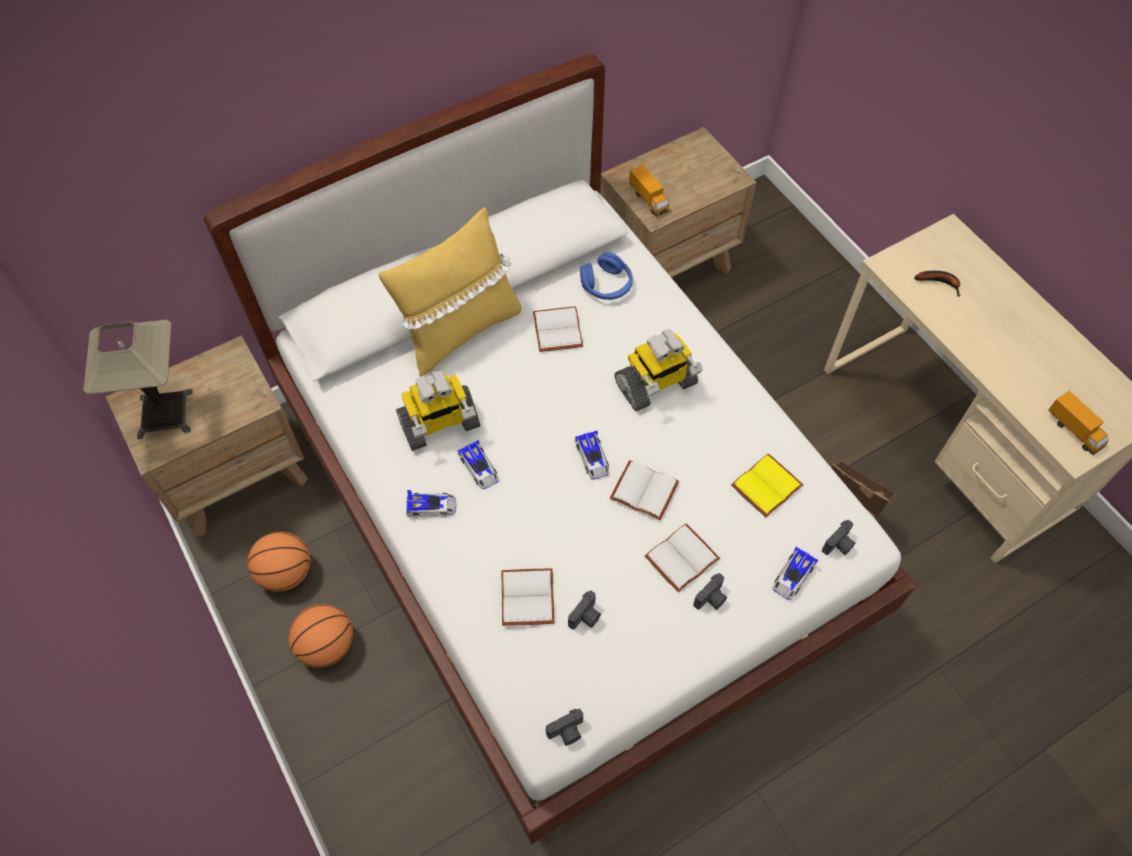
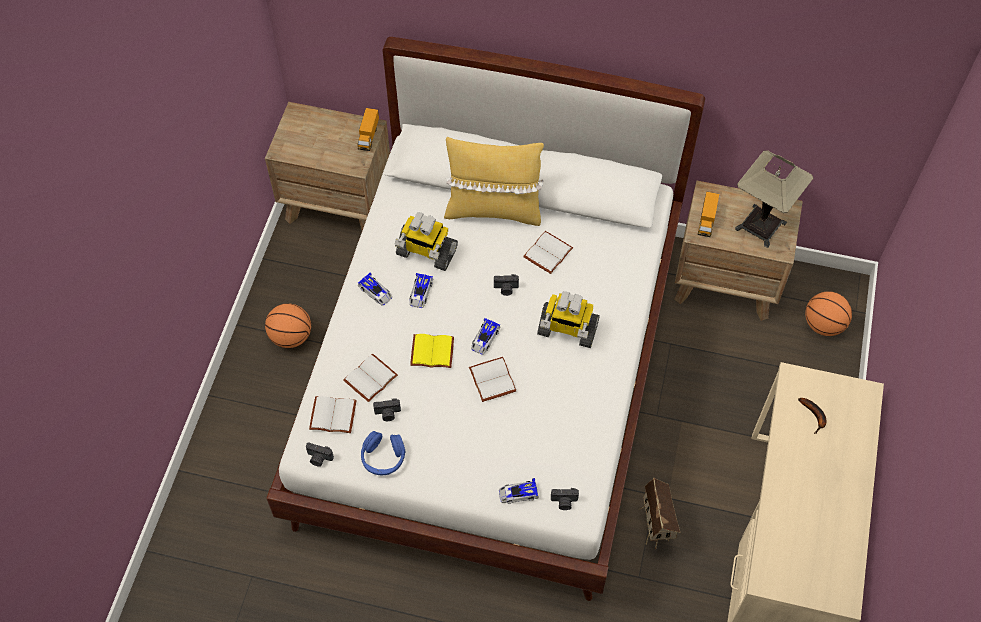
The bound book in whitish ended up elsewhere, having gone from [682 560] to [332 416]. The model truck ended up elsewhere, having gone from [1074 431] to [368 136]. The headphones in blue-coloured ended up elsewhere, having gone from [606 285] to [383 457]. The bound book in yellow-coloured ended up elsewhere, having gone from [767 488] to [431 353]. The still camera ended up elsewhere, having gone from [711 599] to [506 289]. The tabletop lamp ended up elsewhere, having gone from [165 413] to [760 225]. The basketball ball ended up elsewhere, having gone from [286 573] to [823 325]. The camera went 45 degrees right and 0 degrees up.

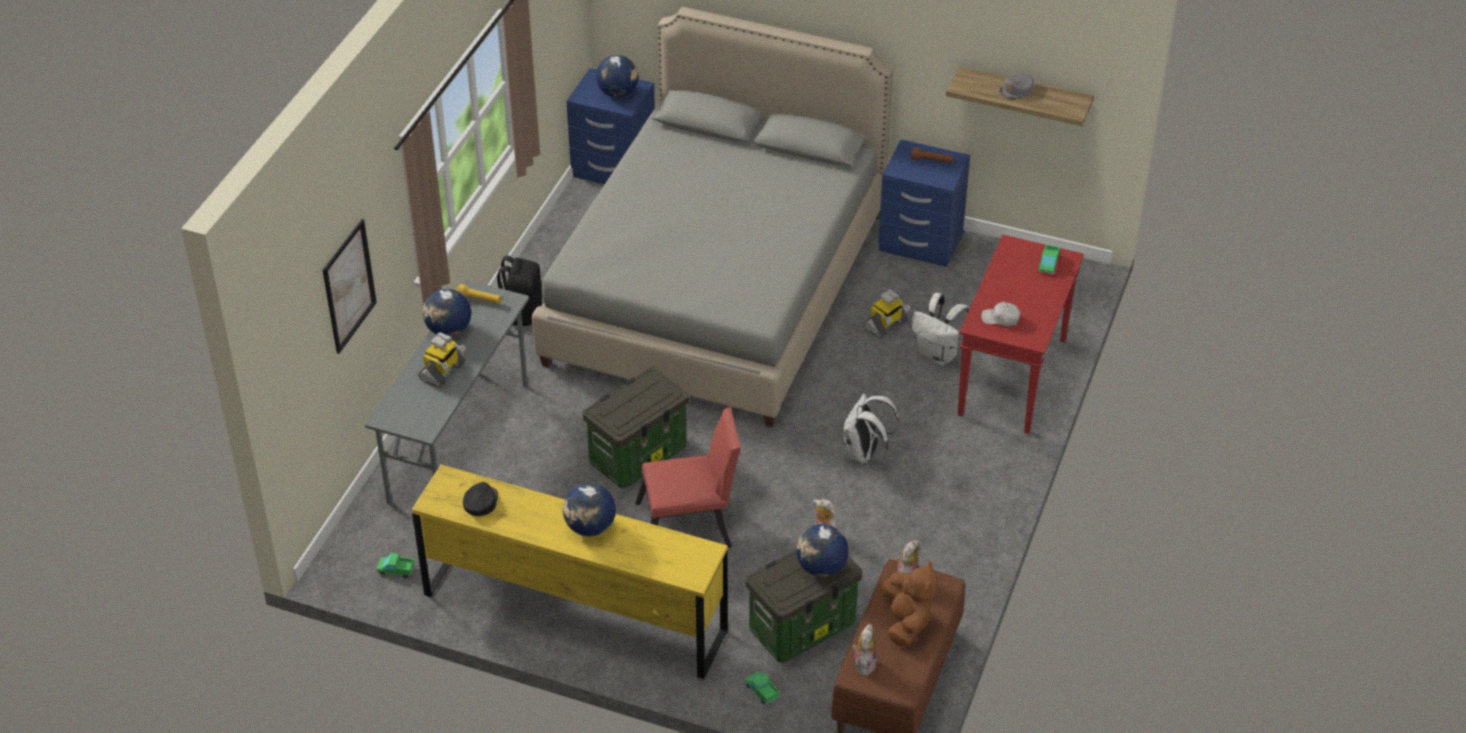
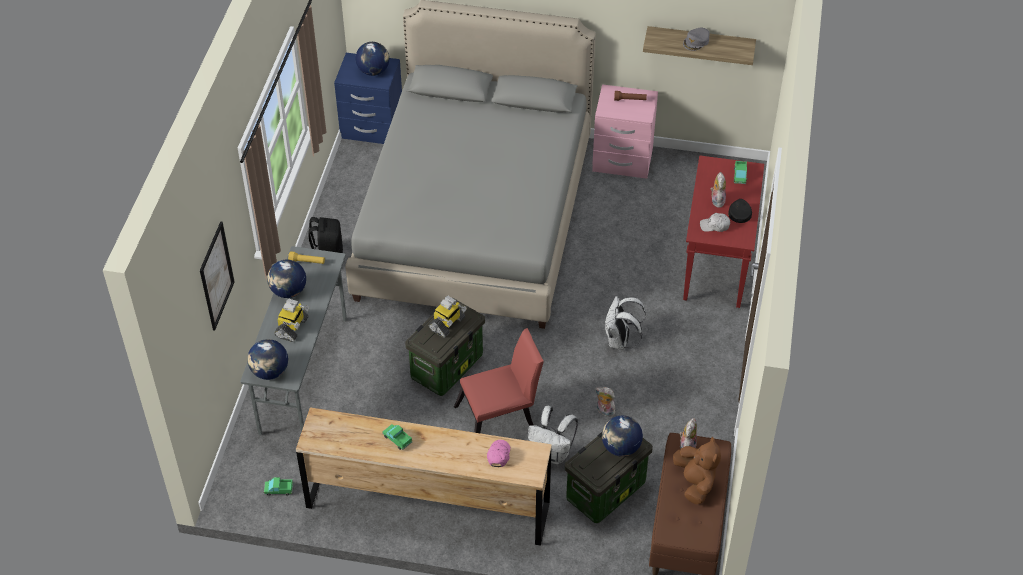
The globe ended up elsewhere, having gone from [590 527] to [270 372]. What was the chest of drawers in yellow-coloured at [575 612] turned into the chest of drawers in brown at [428 504]. The model truck ended up elsewhere, having gone from [762 691] to [397 439]. The toy robot ended up elsewhere, having gone from [885 325] to [447 324]. The second view gained the cap in pinkish at [498 455]. The knapsack in whitish ended up elsewhere, having gone from [939 355] to [553 453]. What was the night table in blue-coloured at [920 243] turned into the night table in pinkish at [622 161]. The soft toy ended up elsewhere, having gone from [864 663] to [716 200]. The cap in black ended up elsewhere, having gone from [480 502] to [739 213]. The camera went 10 degrees left and 5 degrees up.

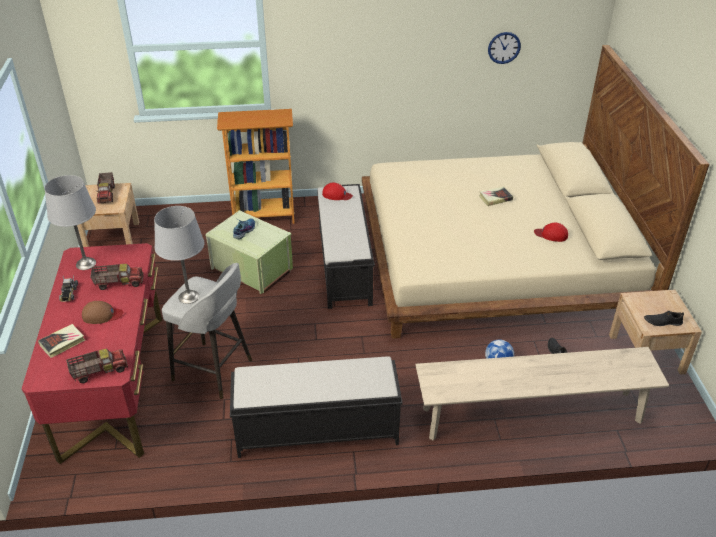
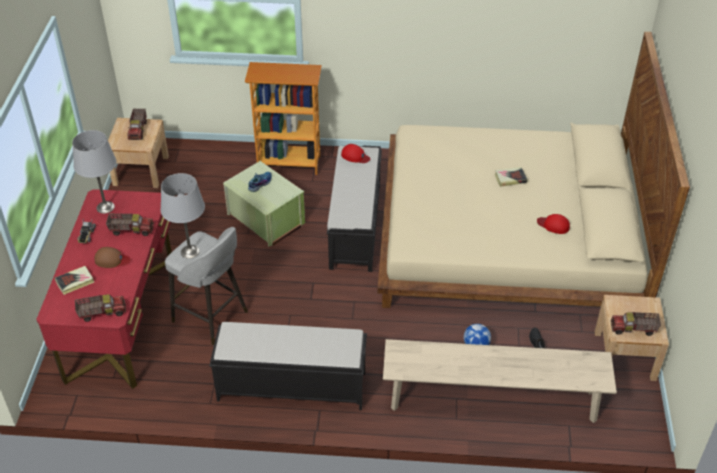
Where the low shoe in black stood at [662 322], the model truck came to stand at [633 329]. The second view lost the wall clock at [504 47]. The camera went 10 degrees right and 5 degrees up.

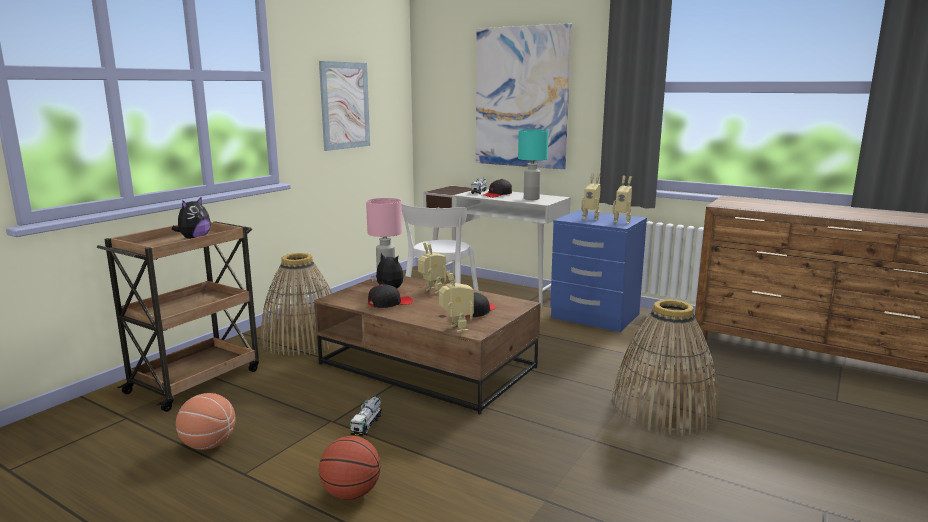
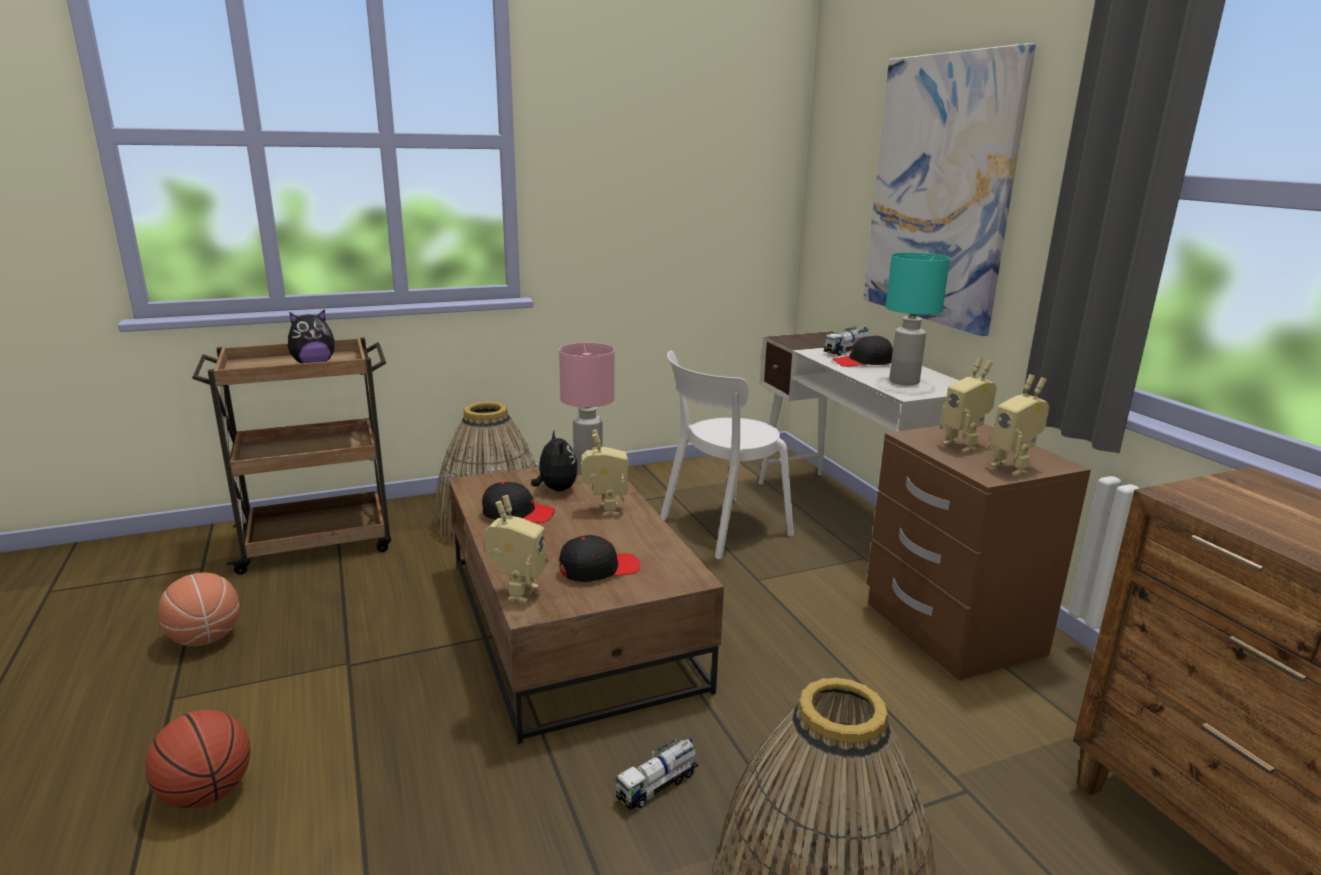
The model truck ended up elsewhere, having gone from [367 424] to [657 785]. What was the night table in blue-coloured at [594 317] turned into the night table in brown at [950 629]. The second view lost the wall picture at [345 105]. The camera went 35 degrees right and 5 degrees up.

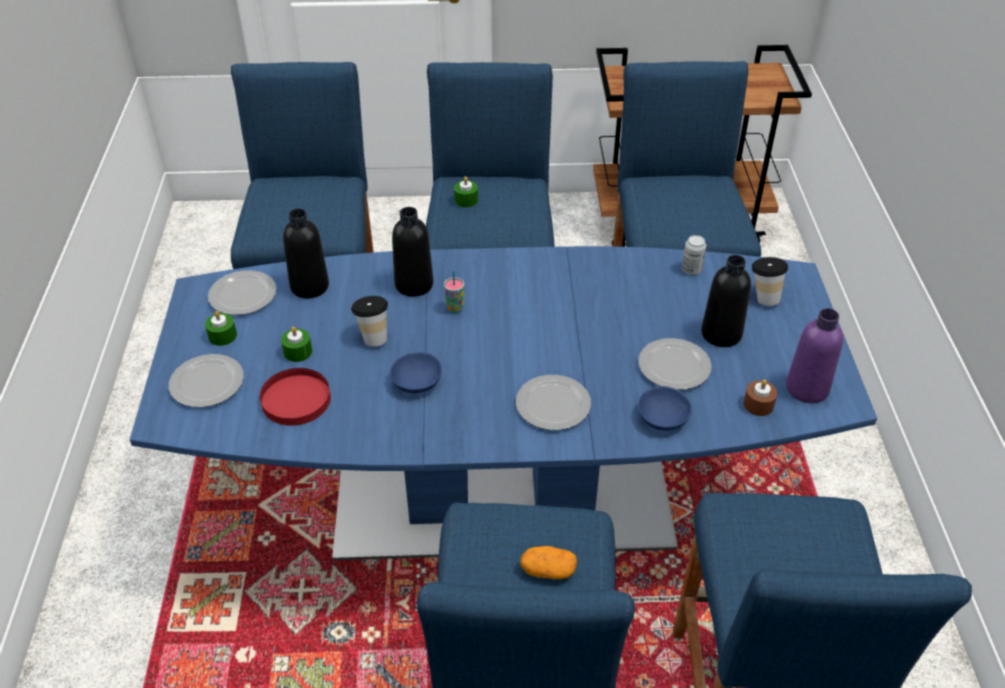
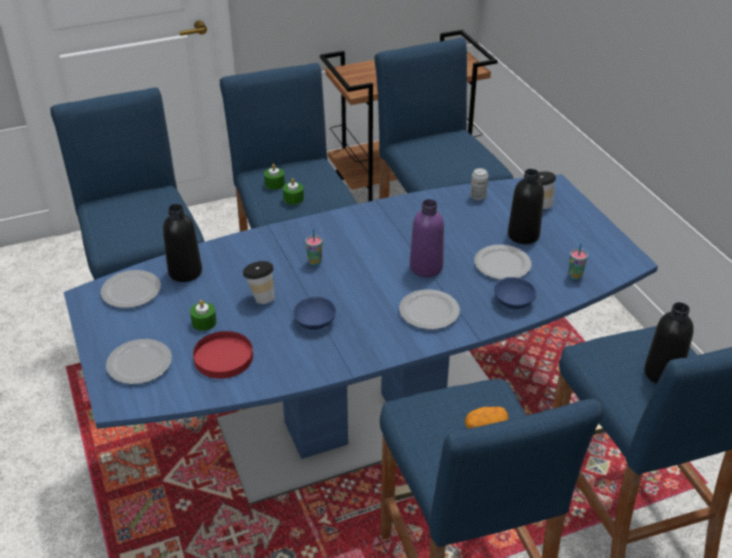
The wax light in greenish ended up elsewhere, having gone from [222 336] to [293 199]. The drink bottle in purple ended up elsewhere, having gone from [807 388] to [426 267]. Where the wax light in brown stood at [758 404], the small cup came to stand at [575 276]. The drink bottle in black ended up elsewhere, having gone from [414 284] to [662 373]. The camera went 20 degrees left and 5 degrees down.

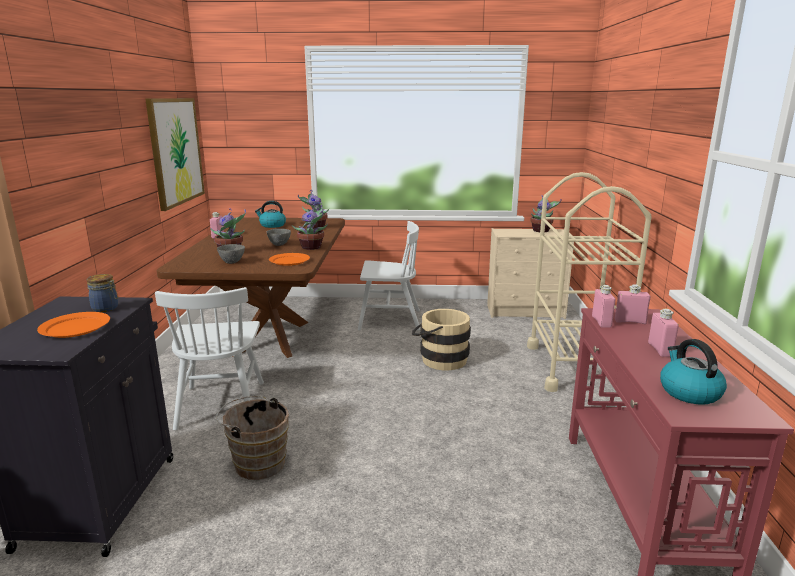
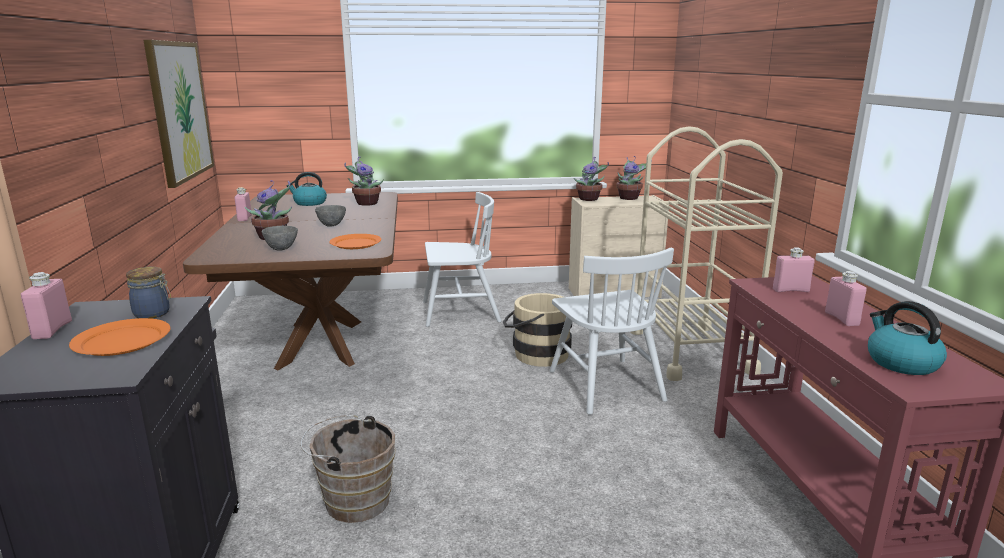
The drink bottle in pinkish ended up elsewhere, having gone from [601 322] to [52 330]. The chair in whitish ended up elsewhere, having gone from [221 404] to [605 385]. The plant in a pot ended up elsewhere, having gone from [312 247] to [589 199]. The camera went 10 degrees left and 0 degrees up.

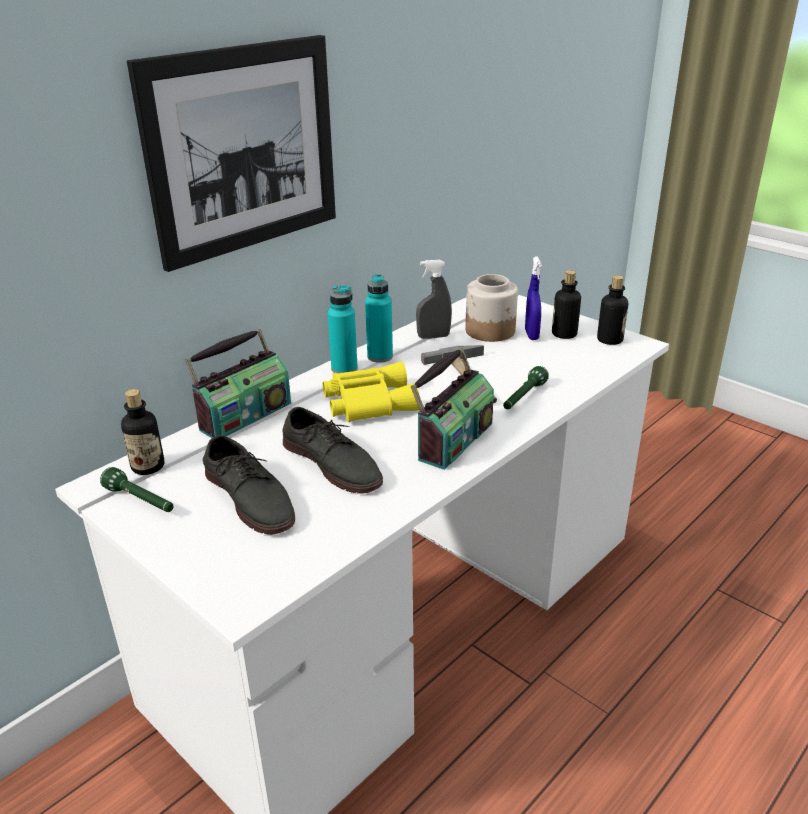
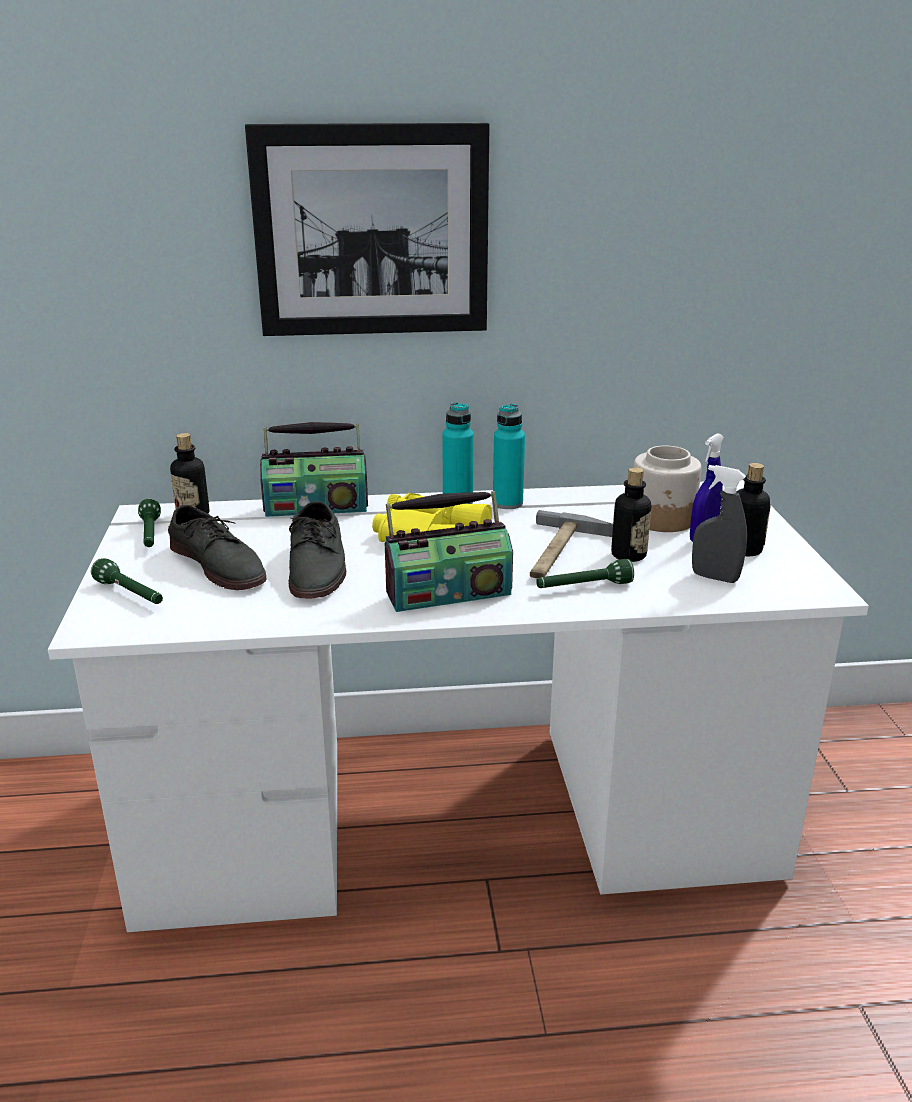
The second view gained the flashlight in greenish at [131 595]. The low shoe in grey at [251 497] ended up facing another way, 45 degrees counterclockwise from before. The drink bottle ended up elsewhere, having gone from [609 340] to [628 555]. The spray bottle in grey ended up elsewhere, having gone from [433 336] to [715 577]. The camera went 40 degrees right and 5 degrees down.

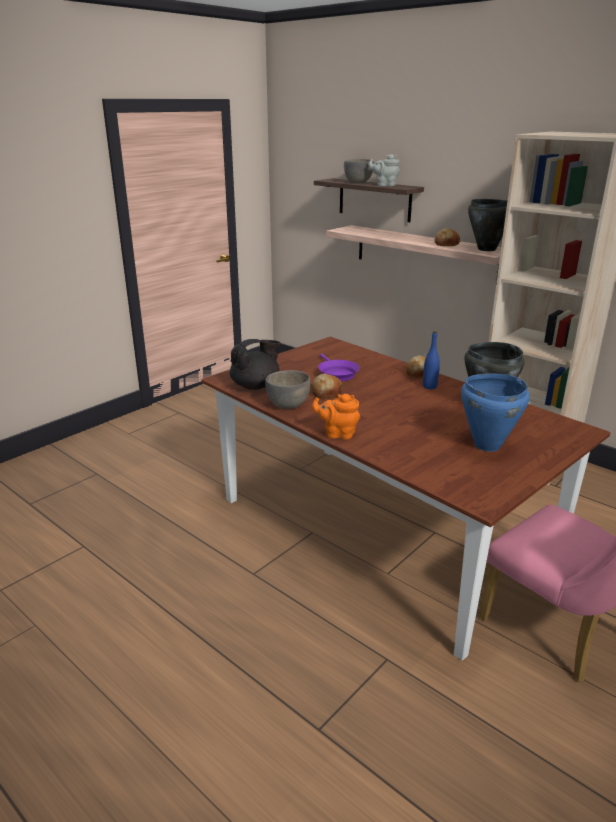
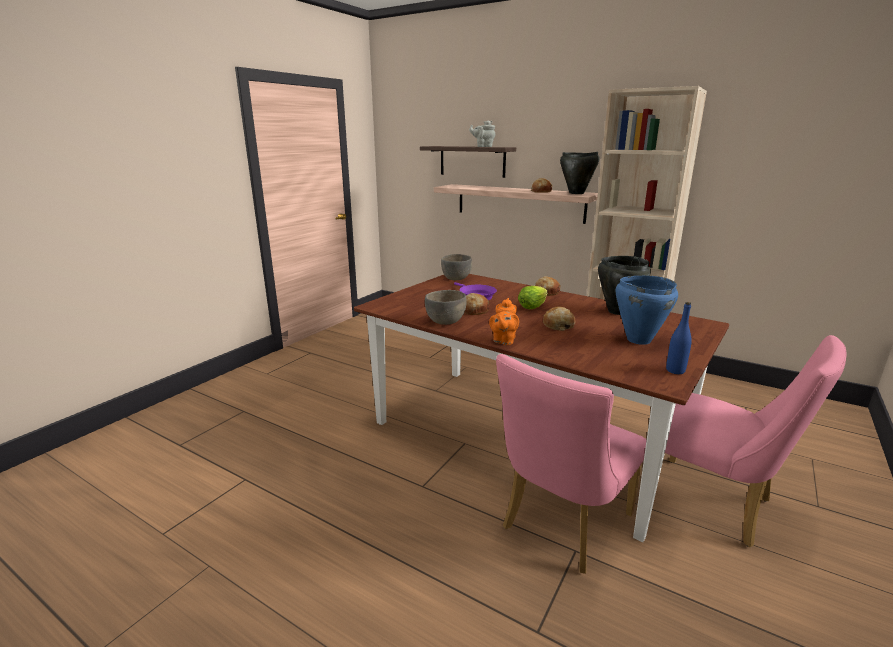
The serving bowl in grey ended up elsewhere, having gone from [358 182] to [456 279]. The pot for tea in orangey at [337 434] ended up facing another way, 75 degrees counterclockwise from before. The second view gained the chair in pinkish at [561 526]. The second view gained the lettuce at [534 305]. The second view gained the bread at [558 325]. The drink bottle in blue-coloured ended up elsewhere, having gone from [429 386] to [675 370]. The second view lost the pot for tea in black at [256 386]. The camera went 10 degrees left and 5 degrees down.

